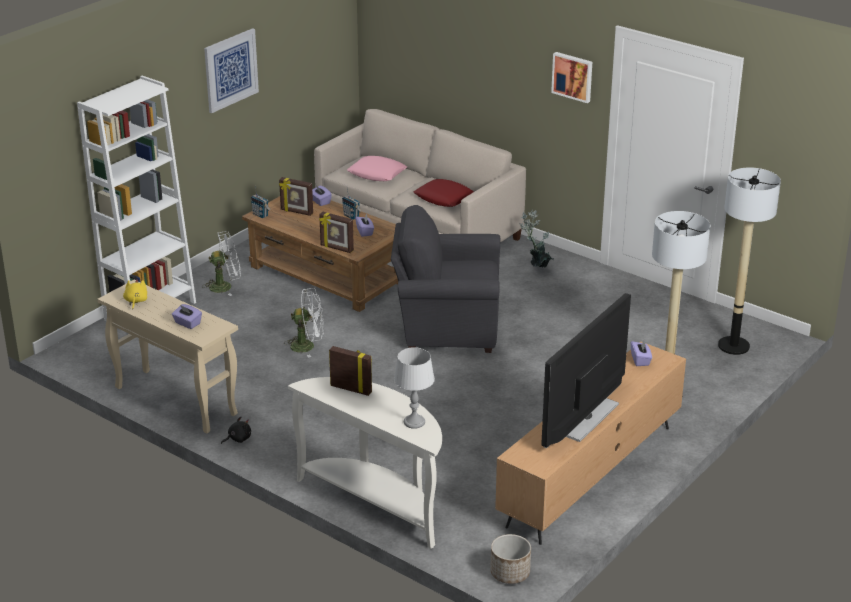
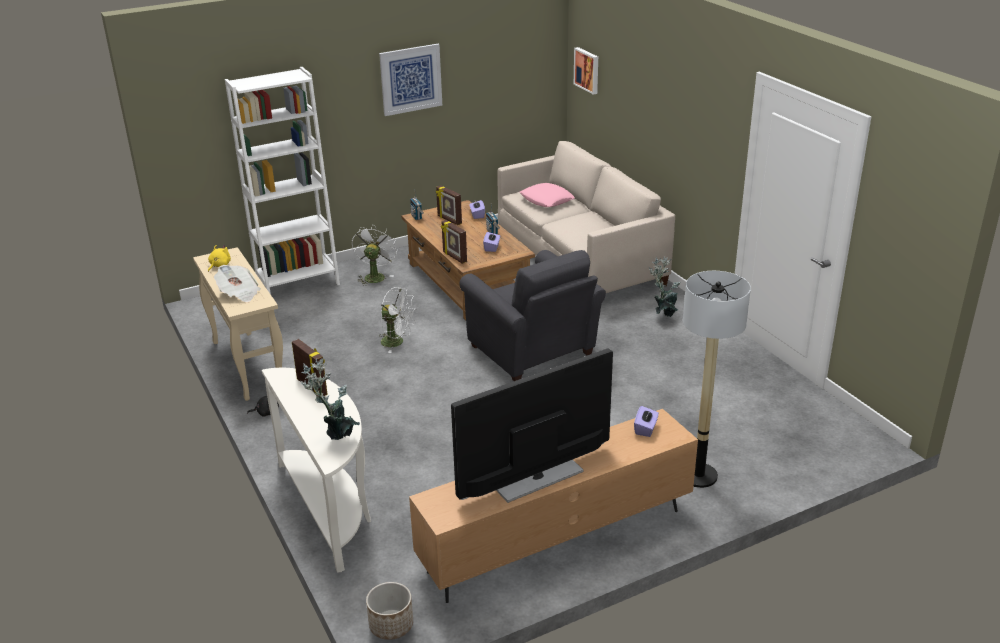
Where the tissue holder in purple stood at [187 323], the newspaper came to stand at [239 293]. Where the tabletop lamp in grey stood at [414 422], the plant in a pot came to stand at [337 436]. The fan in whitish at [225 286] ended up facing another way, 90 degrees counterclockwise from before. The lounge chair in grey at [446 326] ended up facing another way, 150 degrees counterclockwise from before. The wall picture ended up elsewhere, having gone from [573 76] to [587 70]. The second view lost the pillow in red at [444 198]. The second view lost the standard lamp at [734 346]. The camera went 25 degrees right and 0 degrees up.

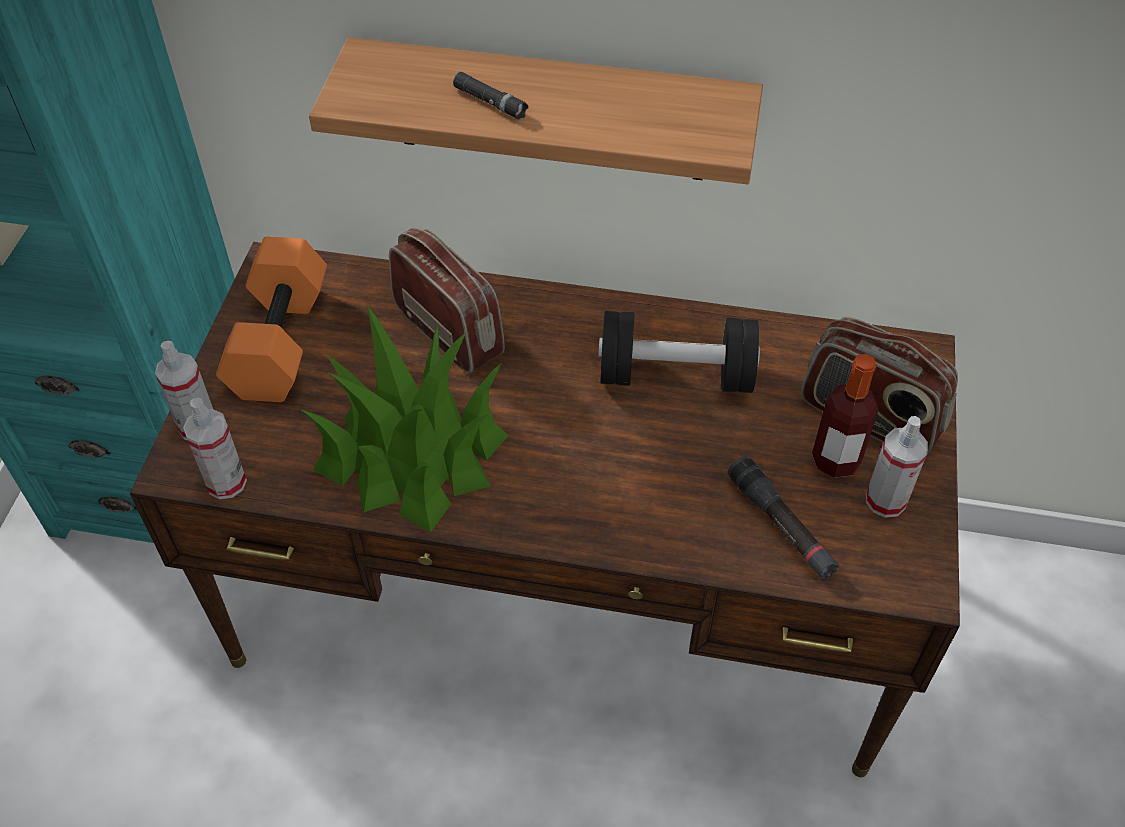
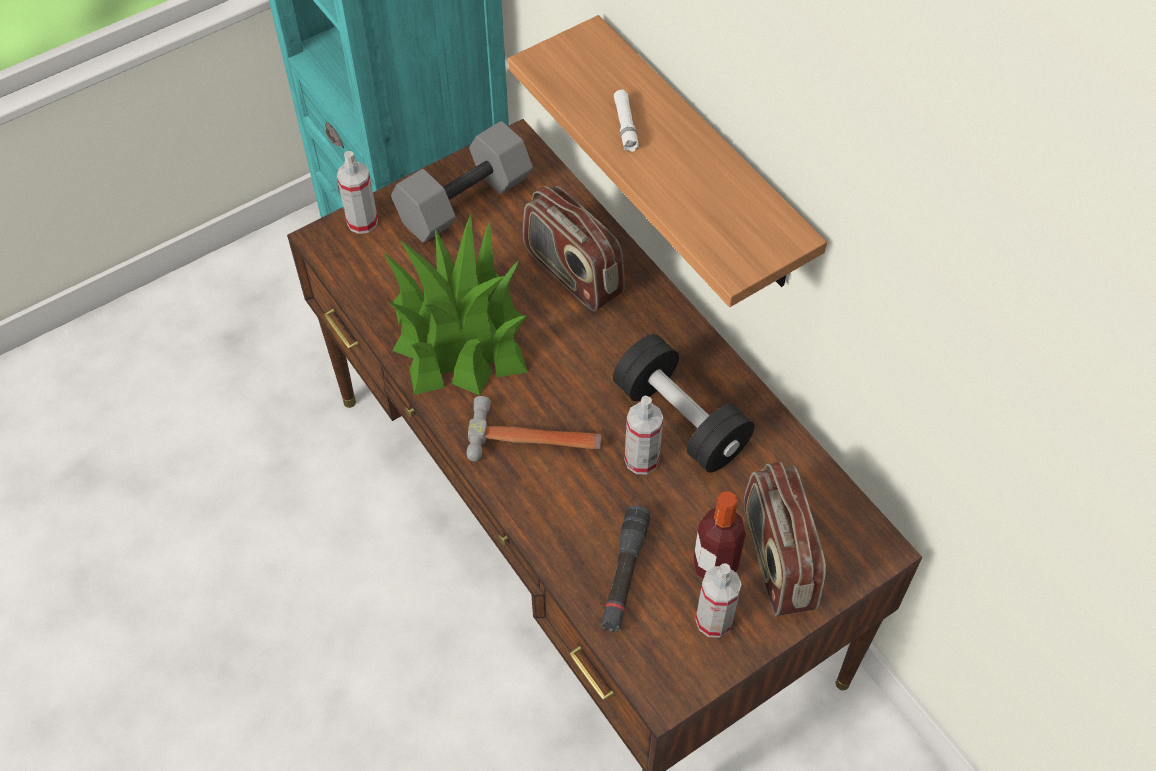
What was the hand weight in orangey at [278 340] turned into the hand weight in grey at [464 199]. The second view gained the tool hammer at [535 439]. The radio at [449 331] ended up facing another way, 135 degrees clockwise from before. What was the flashlight in black at [490 102] turned into the flashlight in whitish at [625 125]. The spray bottle ended up elsewhere, having gone from [226 482] to [641 459]. The camera went 45 degrees right and 5 degrees up.

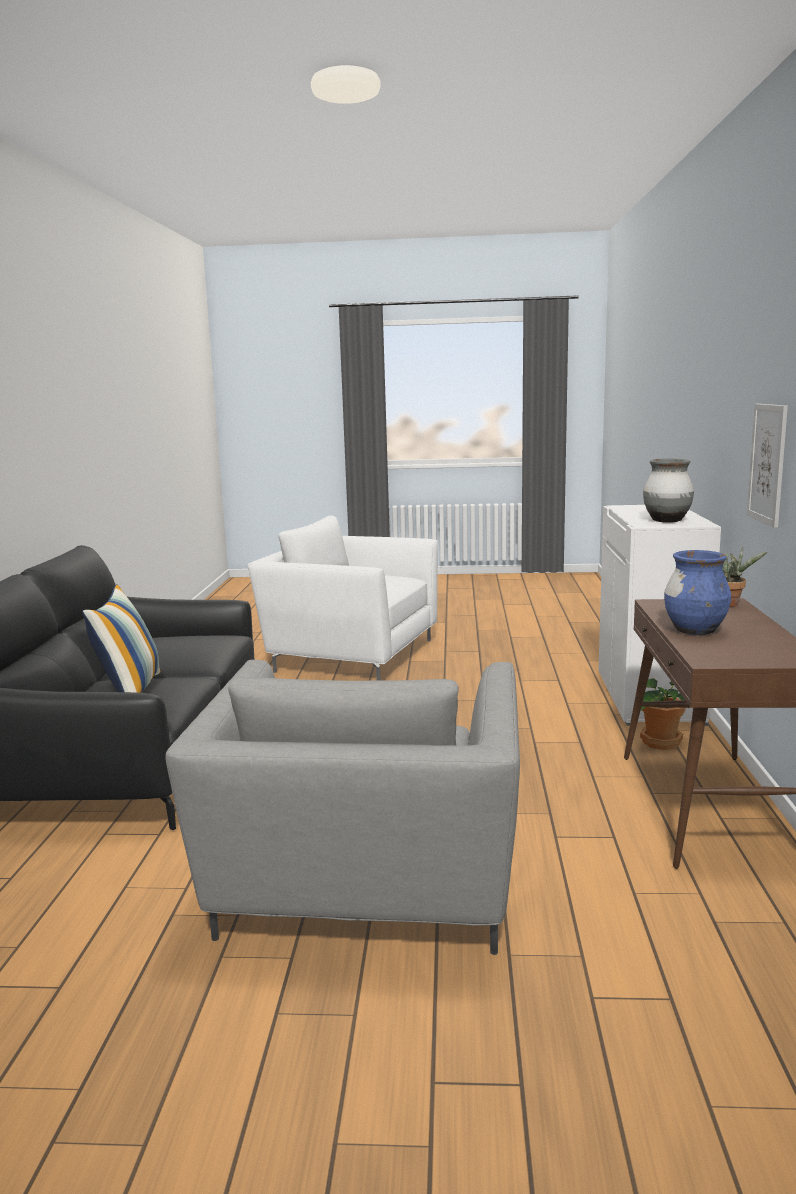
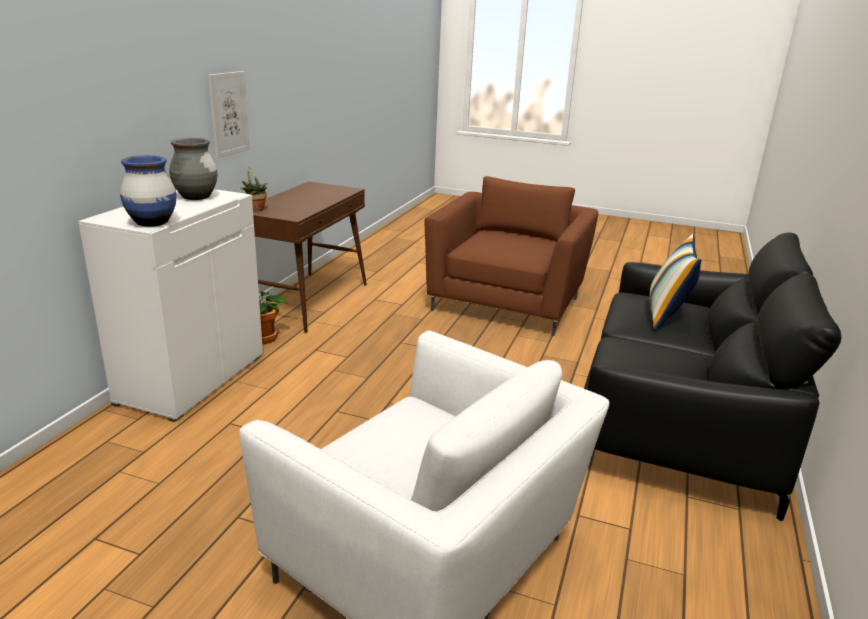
The flower vase in blue-coloured ended up elsewhere, having gone from [695 631] to [152 223]. What was the lounge chair in grey at [366 888] turned into the lounge chair in brown at [507 302]. The camera went 165 degrees left and 10 degrees up.

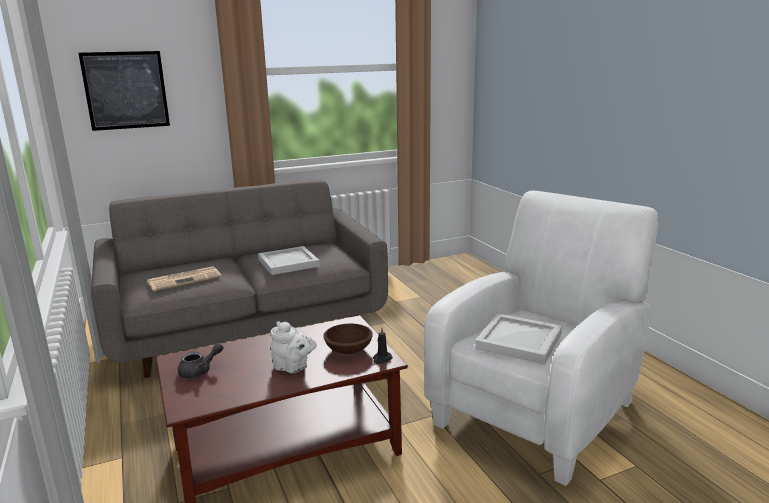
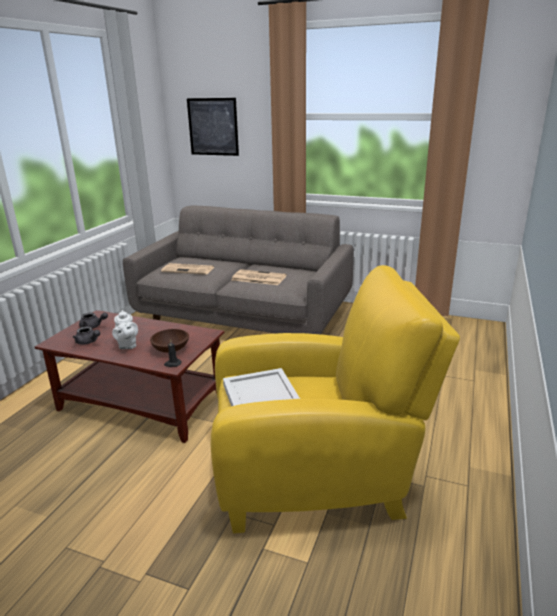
The second view gained the pot for tea in grey at [88 342]. What was the lounge chair in whitish at [539 410] turned into the lounge chair in yellow-coloured at [317 474]. Where the serving tray in whitish stood at [288 263], the newspaper came to stand at [258 278]. The camera went 45 degrees right and 5 degrees up.

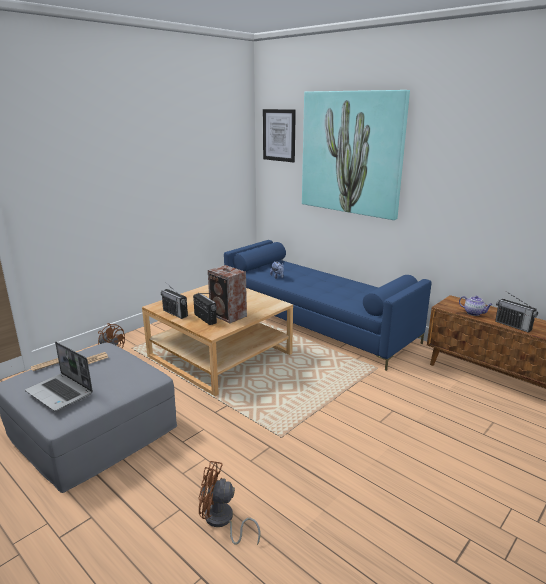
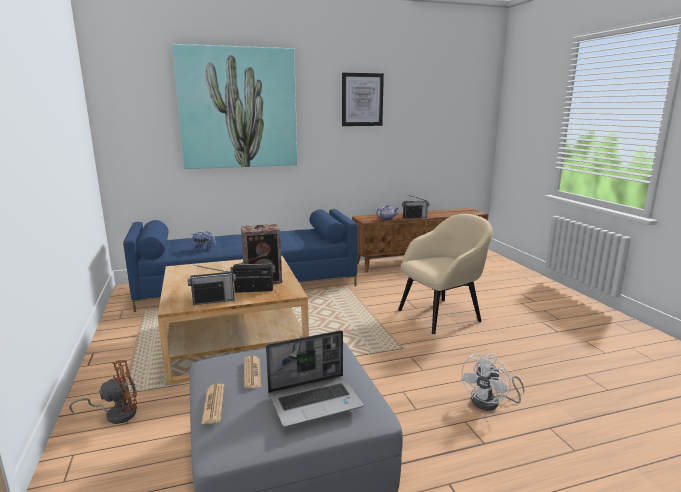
The wall picture ended up elsewhere, having gone from [279 135] to [362 99]. The second view gained the lounge chair in beige at [440 315]. What was the fan in brown at [222 521] turned into the fan in whitish at [491 402]. The camera went 60 degrees left and 5 degrees down.

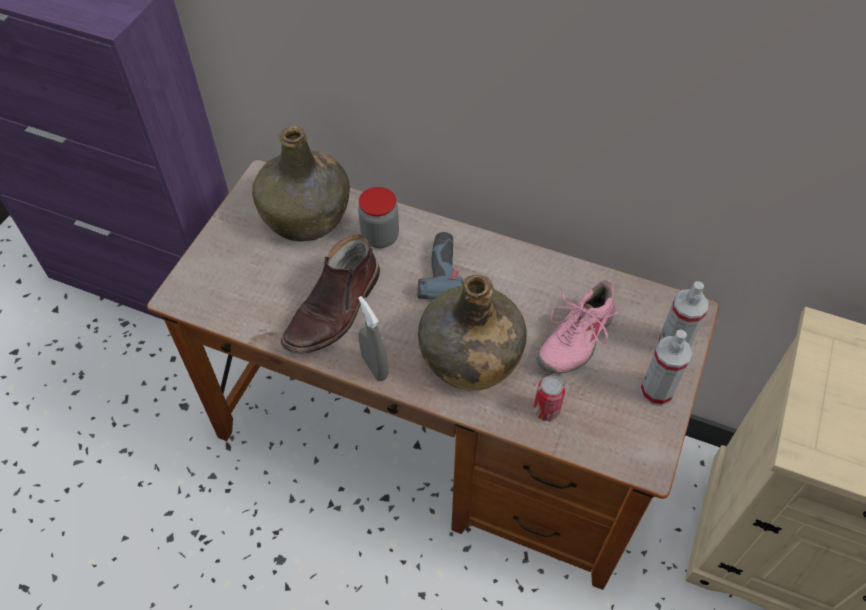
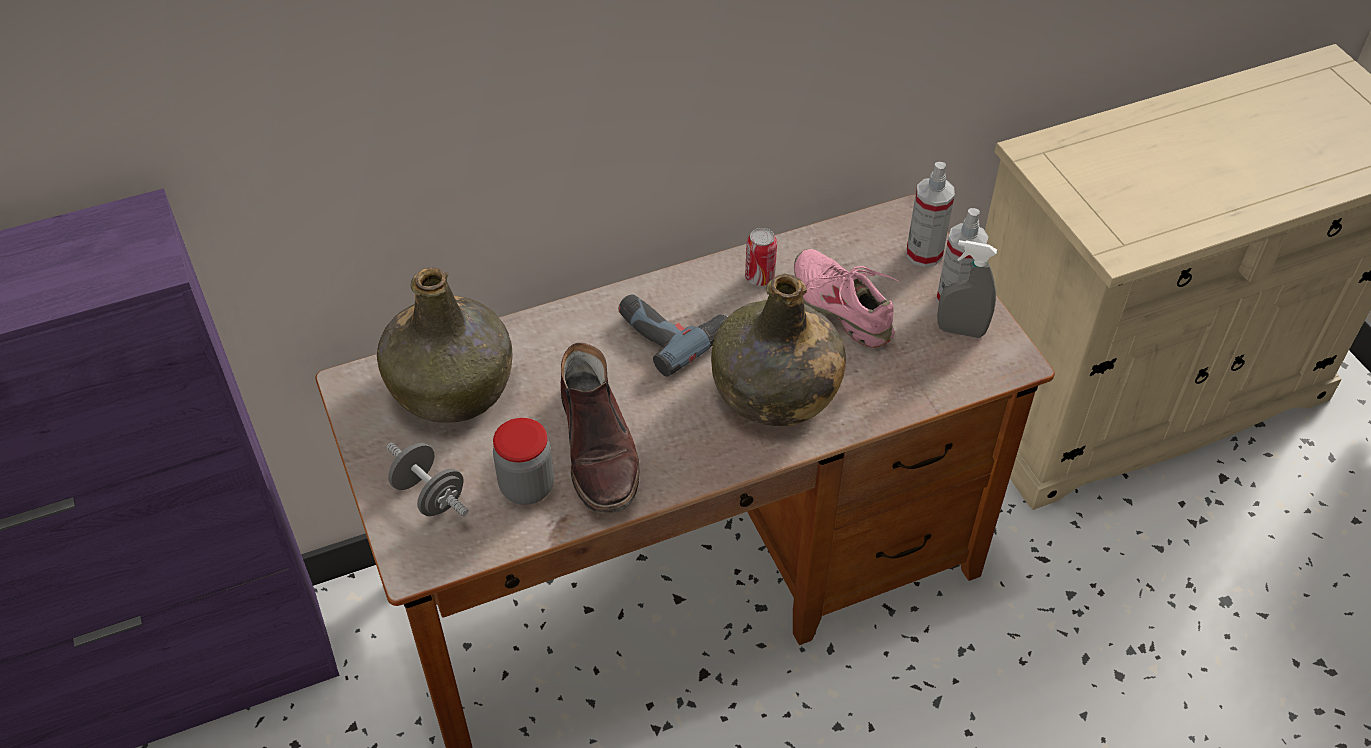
The second view gained the hand weight in grey at [429 495]. The jar ended up elsewhere, having gone from [380 237] to [527 487]. The can ended up elsewhere, having gone from [546 410] to [759 277]. The low shoe in pinkish at [575 338] ended up facing another way, 150 degrees clockwise from before. The spray bottle in grey ended up elsewhere, having gone from [374 367] to [961 330]. The camera went 45 degrees left and 5 degrees down.

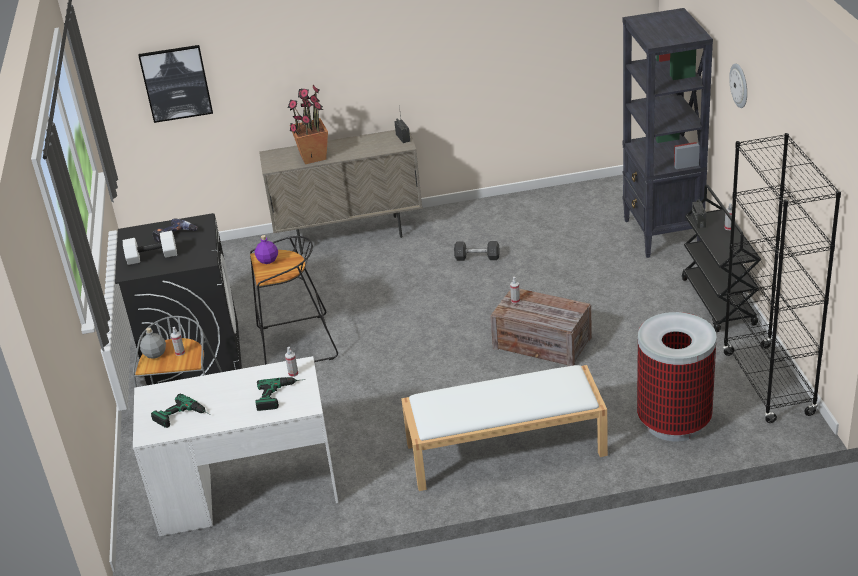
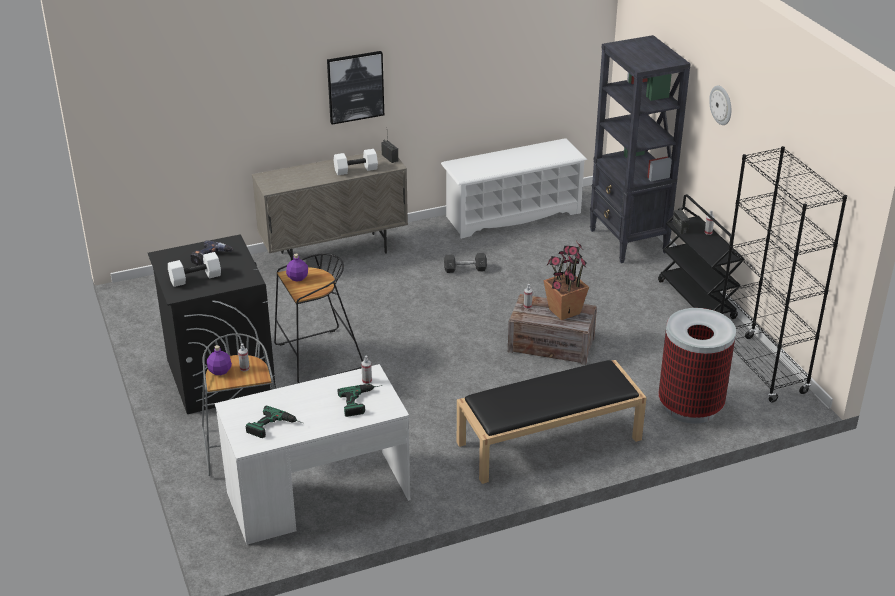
What was the drink bottle in grey at [154 354] turned into the drink bottle in purple at [219 371]. The wall picture ended up elsewhere, having gone from [176 83] to [355 87]. The second view gained the hand weight in whitish at [355 170]. The second view gained the shoe rack in whitish at [512 214]. What was the bench in whitish at [504 450] turned into the bench in black at [548 442]. The plant in a pot ended up elsewhere, having gone from [313 157] to [564 311]. The camera went 15 degrees left and 0 degrees up.

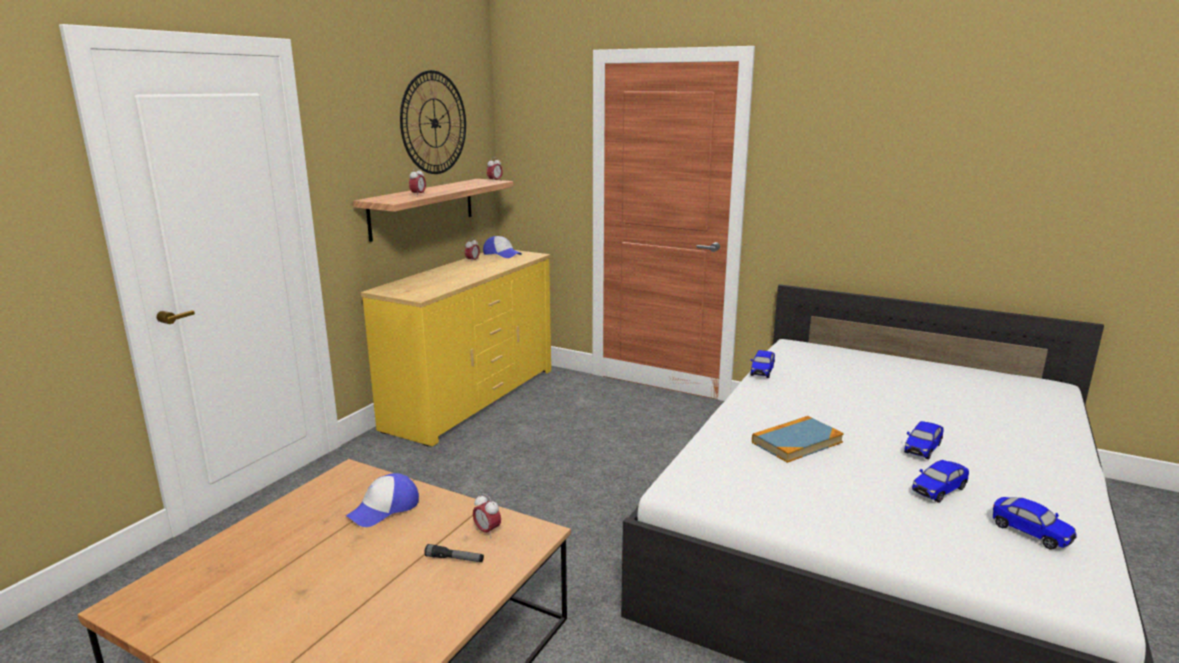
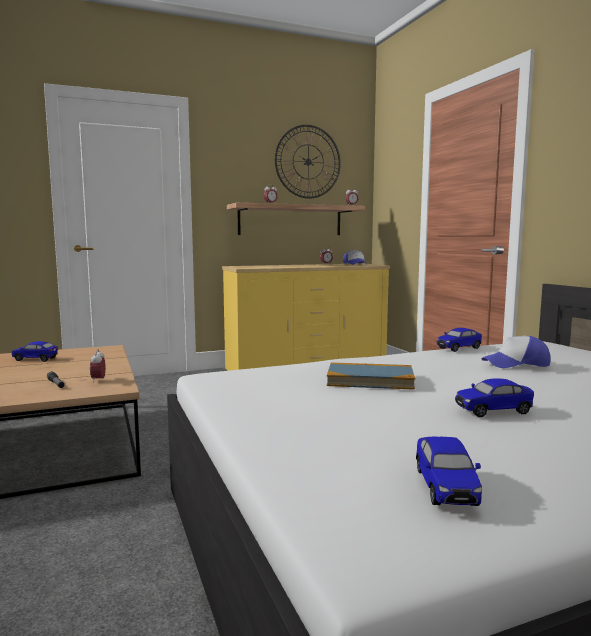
The toy car ended up elsewhere, having gone from [938 490] to [35 359]. The cap ended up elsewhere, having gone from [384 509] to [516 364]. The camera went 40 degrees right and 10 degrees down.

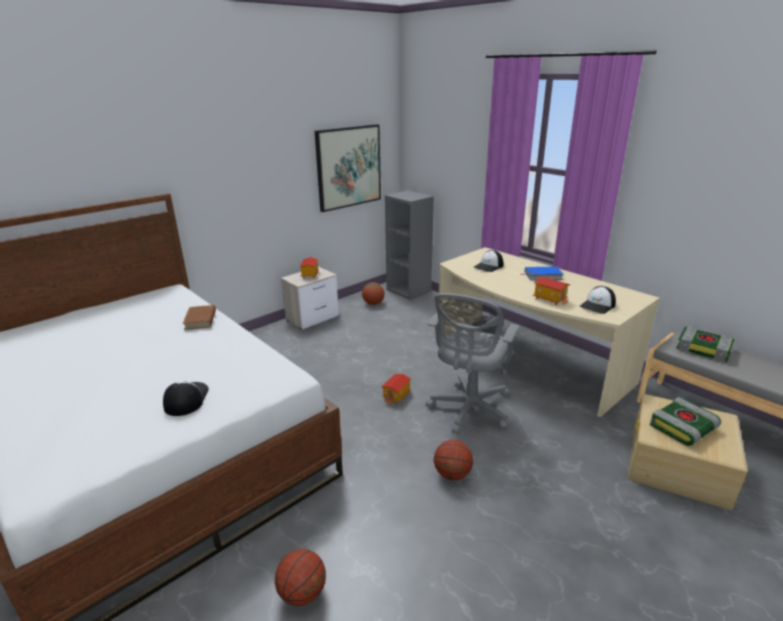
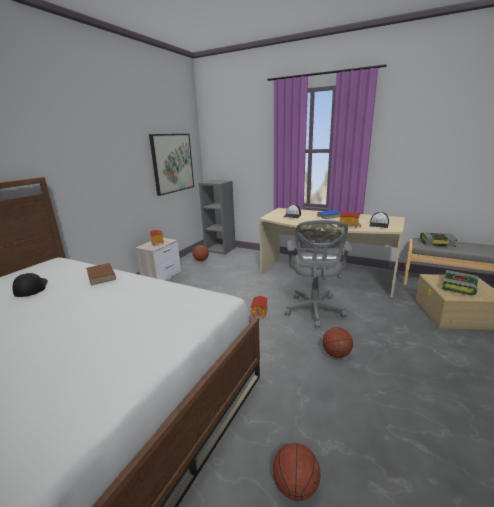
The cap ended up elsewhere, having gone from [186 399] to [31 288]. The camera went 20 degrees left and 5 degrees down.

